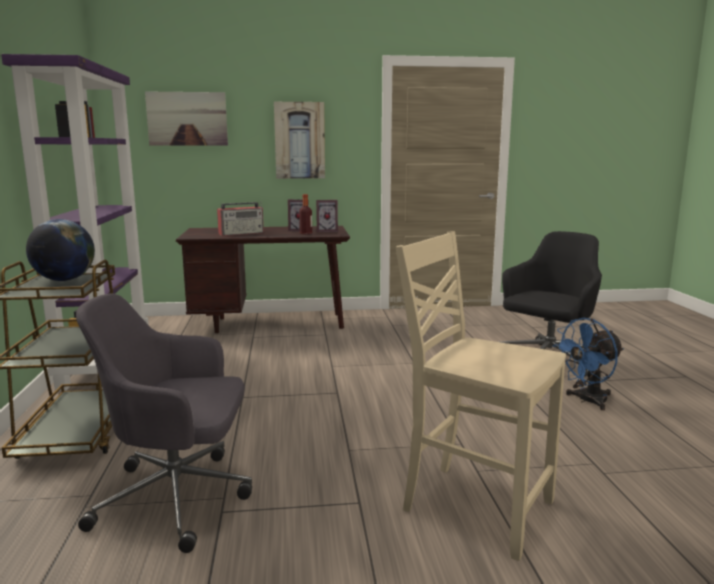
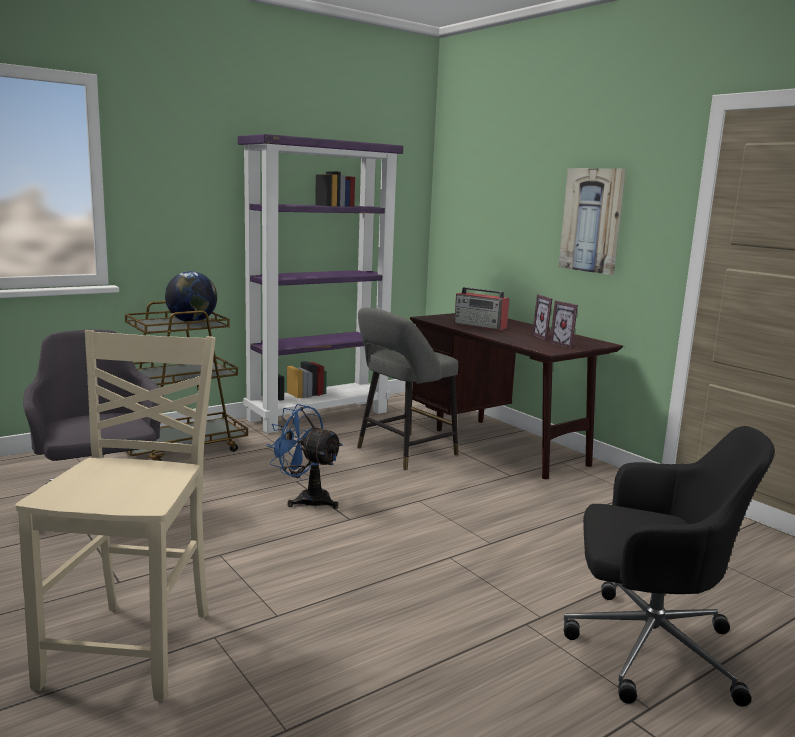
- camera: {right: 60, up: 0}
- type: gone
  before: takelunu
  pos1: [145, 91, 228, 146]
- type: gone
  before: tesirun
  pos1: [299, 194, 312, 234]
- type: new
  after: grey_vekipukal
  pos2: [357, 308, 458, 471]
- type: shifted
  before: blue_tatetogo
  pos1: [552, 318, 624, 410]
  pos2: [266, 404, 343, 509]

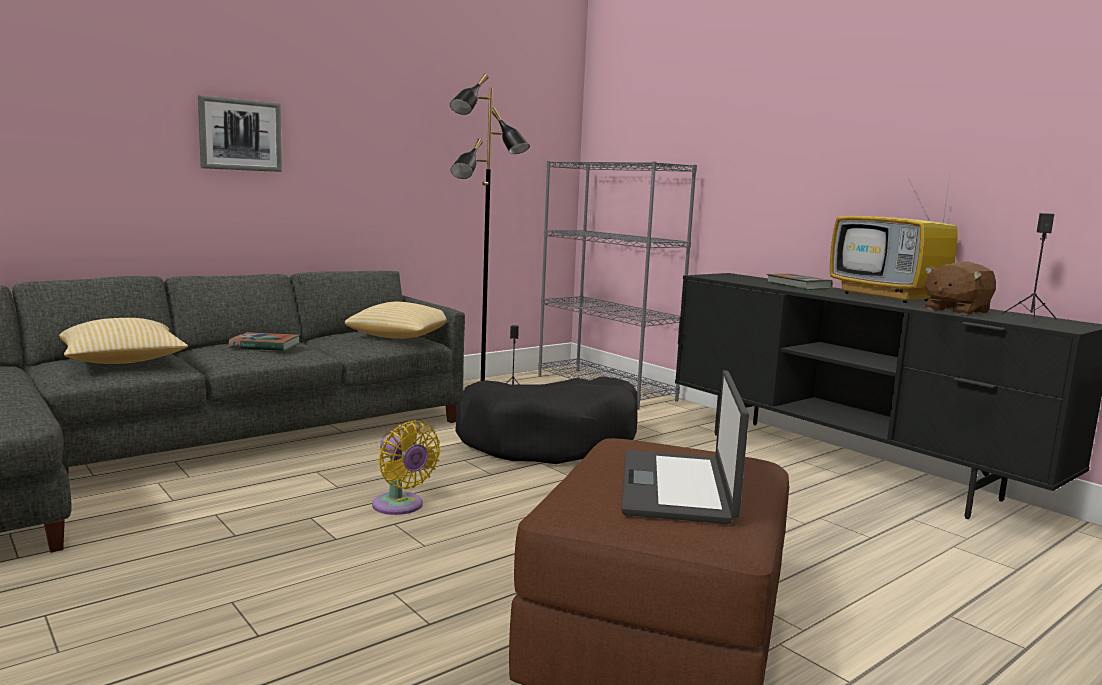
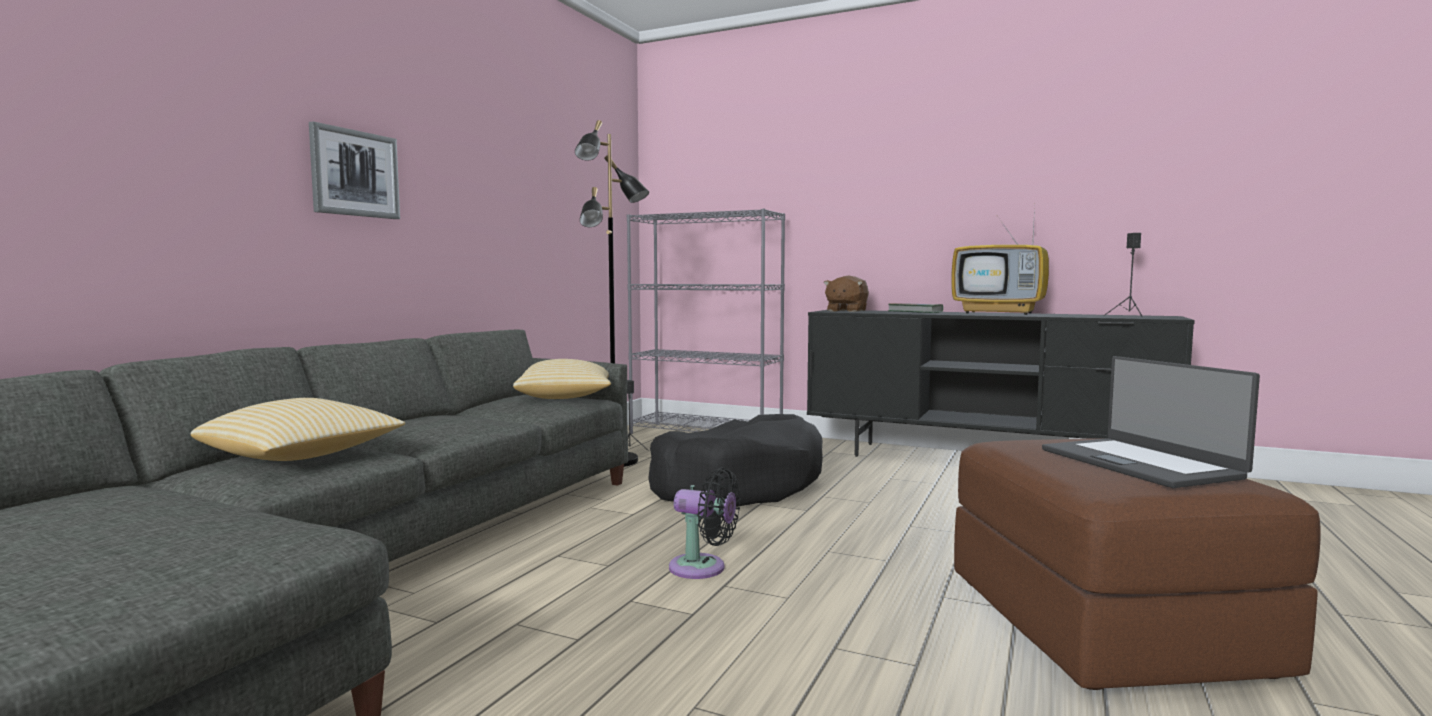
- camera: {right: -25, up: -5}
- type: gone
  before: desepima
  pos1: [229, 332, 300, 351]
- type: shifted
  before: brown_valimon
  pos1: [925, 261, 996, 315]
  pos2: [823, 275, 869, 312]
- type: repainted
  before: yellow_tatetogo
  after: black_tatetogo
  pos1: [372, 421, 441, 515]
  pos2: [669, 467, 740, 579]

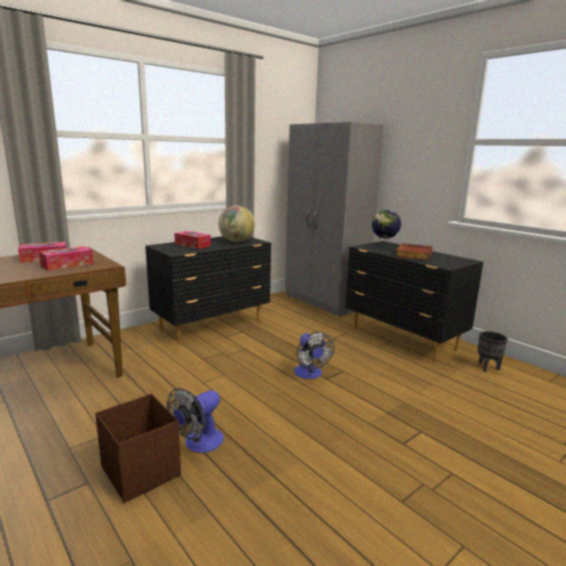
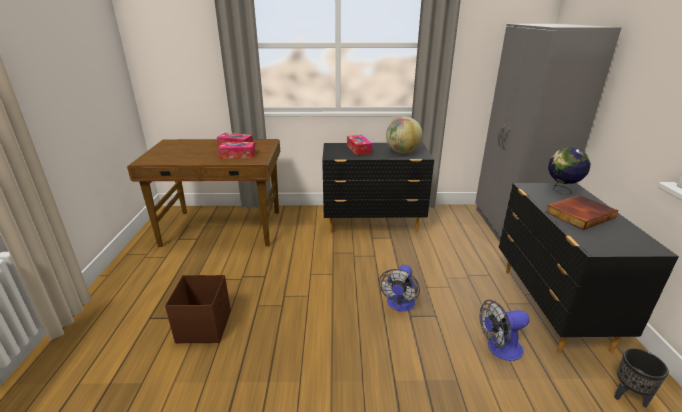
- camera: {right: 40, up: 10}
- type: shifted
  before: tatetogo
  pos1: [167, 388, 224, 453]
  pos2: [479, 300, 530, 361]

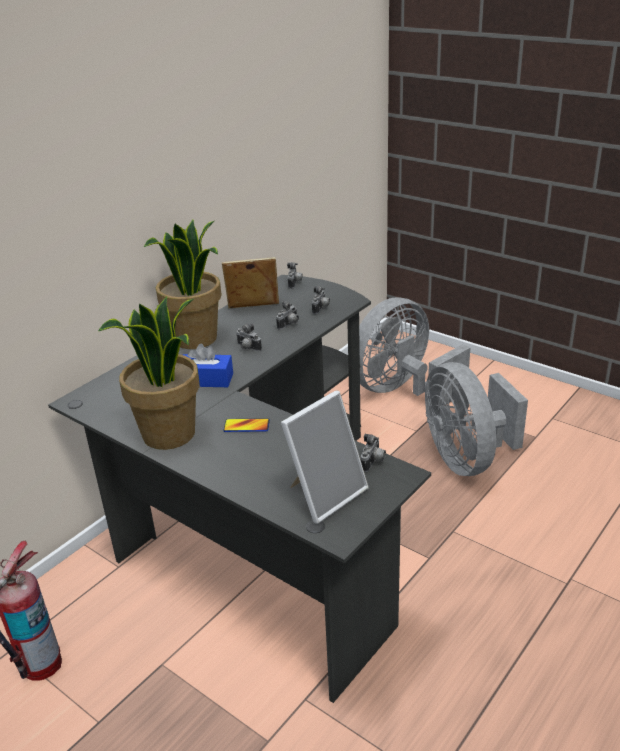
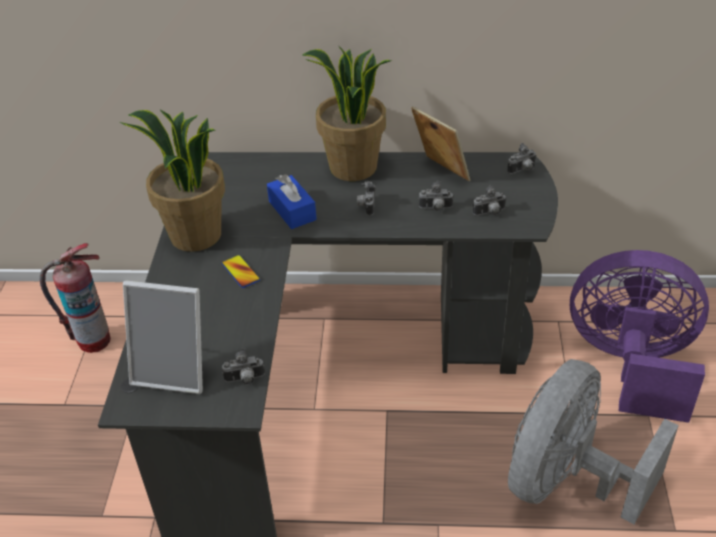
- camera: {right: 55, up: 10}
- type: repainted
  before: grey_tatetogo
  after: purple_tatetogo
  pos1: [359, 297, 470, 406]
  pos2: [570, 250, 709, 423]

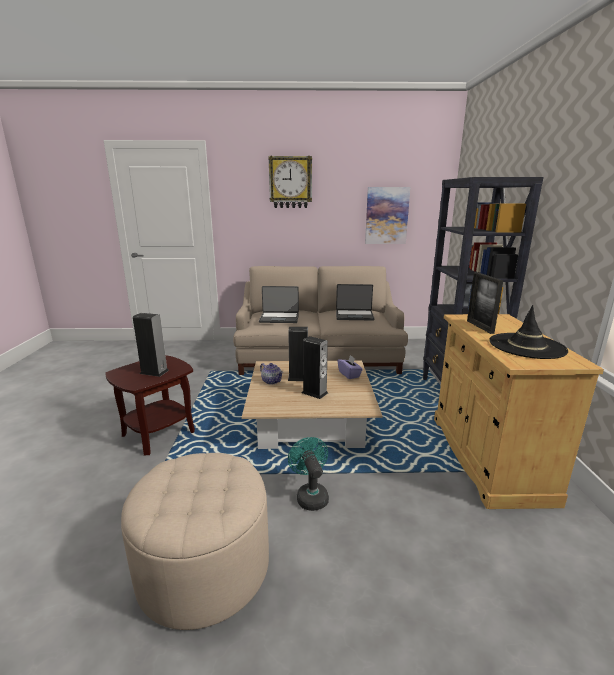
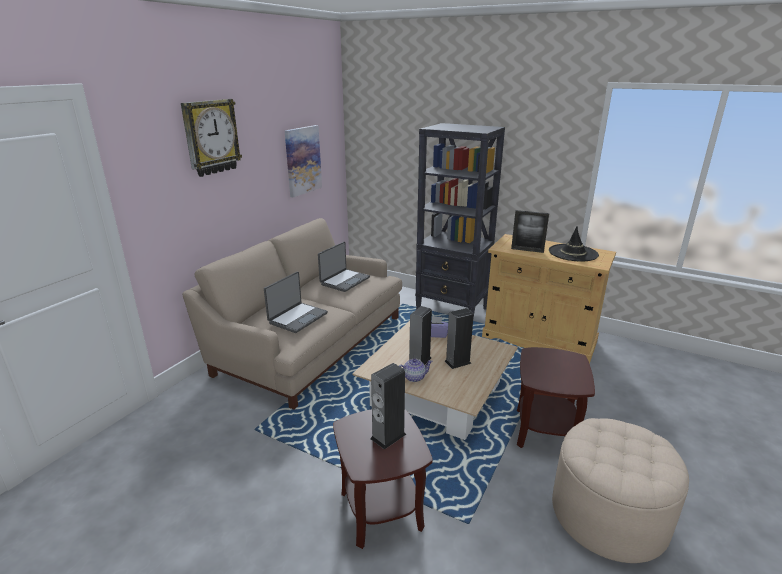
- camera: {right: -60, up: 5}
- type: swapped
  before: turquoise_tatetogo
  after: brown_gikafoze
  pos1: [288, 437, 329, 511]
  pos2: [517, 347, 595, 448]

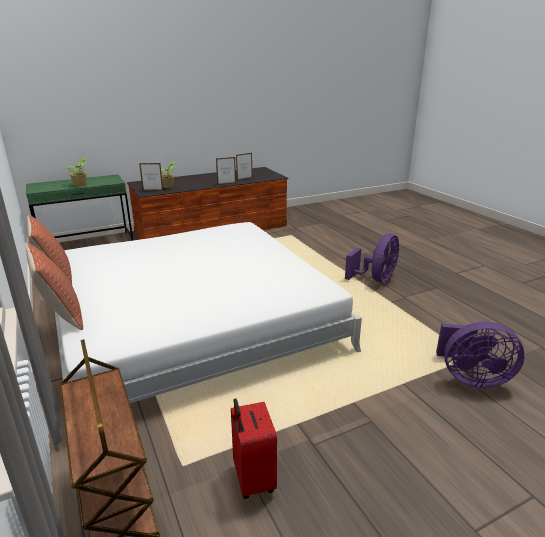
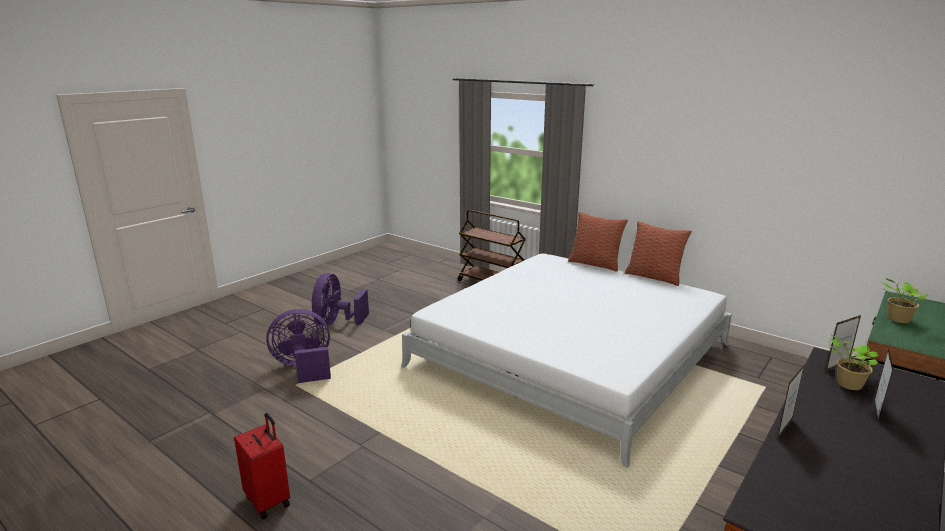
- camera: {right: 155, up: -5}
- type: shifted
  before: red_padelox
  pos1: [231, 398, 277, 499]
  pos2: [234, 413, 290, 519]
- type: shifted
  before: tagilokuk
  pos1: [236, 153, 252, 181]
  pos2: [874, 349, 893, 421]
- type: shifted
  before: purple_tatetogo
  pos1: [345, 233, 399, 283]
  pos2: [312, 273, 369, 326]

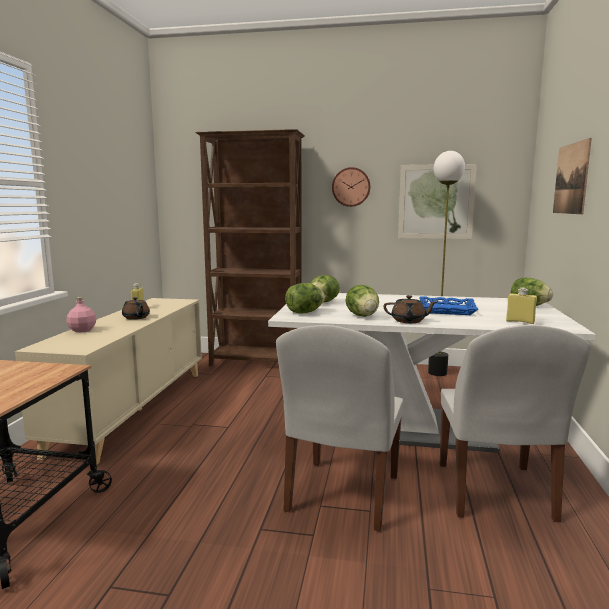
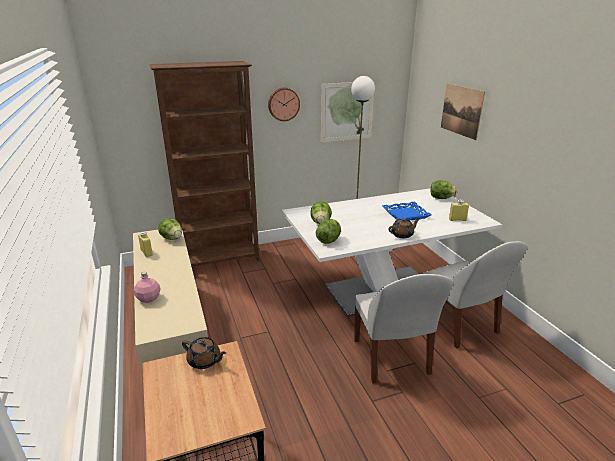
- camera: {right: -30, up: 15}
- type: shifted
  before: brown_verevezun
  pos1: [122, 297, 150, 320]
  pos2: [182, 337, 226, 369]
- type: shifted
  before: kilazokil
  pos1: [345, 285, 379, 317]
  pos2: [158, 218, 182, 240]

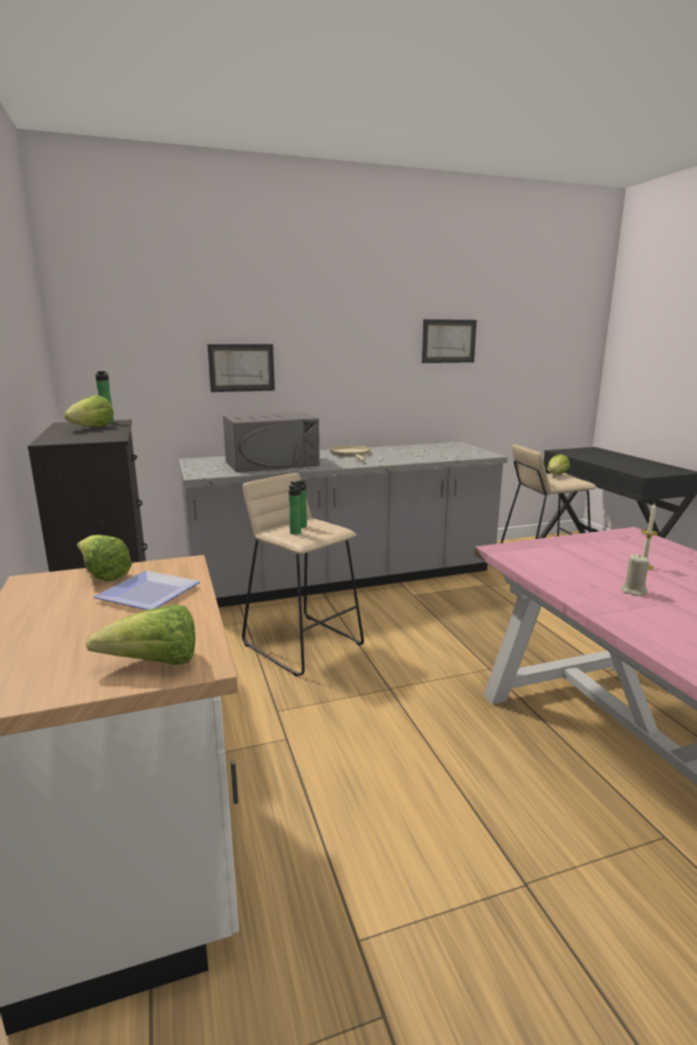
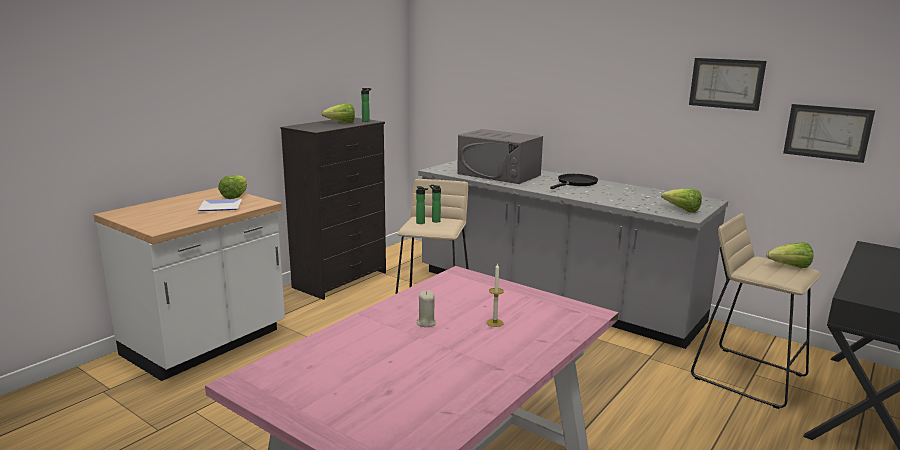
- camera: {right: 55, up: 0}
- type: shifted
  before: kilazokil
  pos1: [86, 605, 195, 665]
  pos2: [661, 189, 702, 213]
- type: shifted
  before: takelunu
  pos1: [207, 344, 275, 392]
  pos2: [783, 104, 875, 163]
- type: repainted
  before: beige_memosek
  after: black_memosek
  pos1: [329, 445, 370, 461]
  pos2: [550, 174, 598, 189]

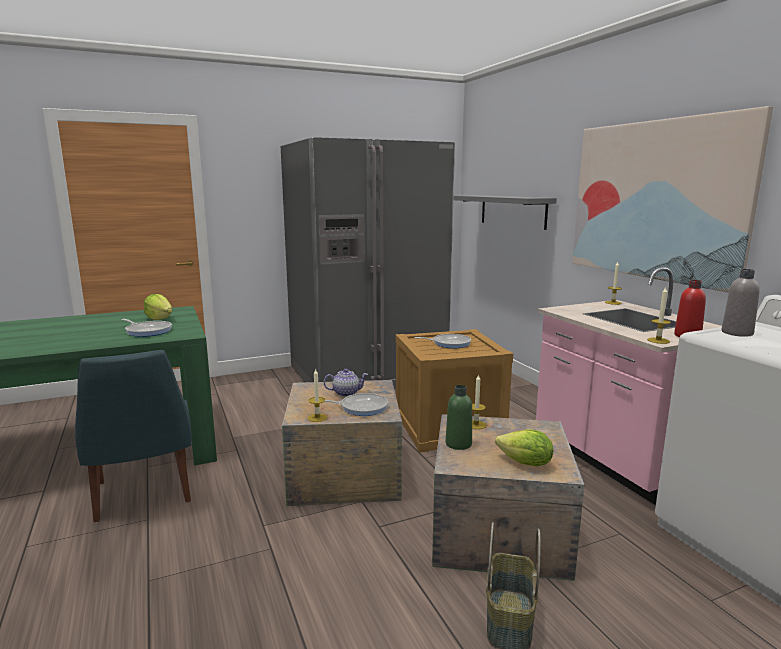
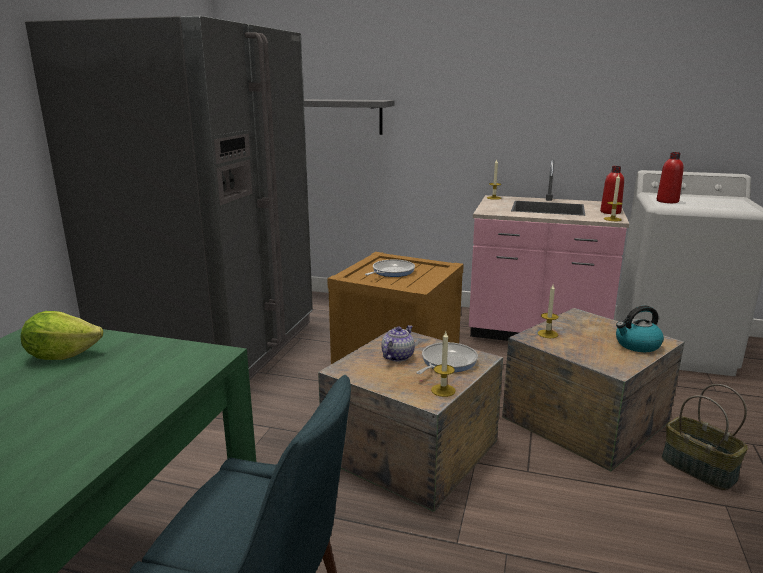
- camera: {right: -50, up: 5}
- type: gone
  before: memosek
  pos1: [121, 319, 172, 337]
- type: gone
  before: green_tesirun
  pos1: [446, 385, 472, 450]
- type: gone
  before: takelunu
  pos1: [572, 106, 773, 293]
- type: swapped
  before: kilazokil
  after: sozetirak
  pos1: [495, 429, 553, 466]
  pos2: [616, 305, 664, 352]
- type: repainted
  before: grey_tesirun
  after: red_tesirun
  pos1: [722, 269, 760, 337]
  pos2: [657, 152, 684, 203]

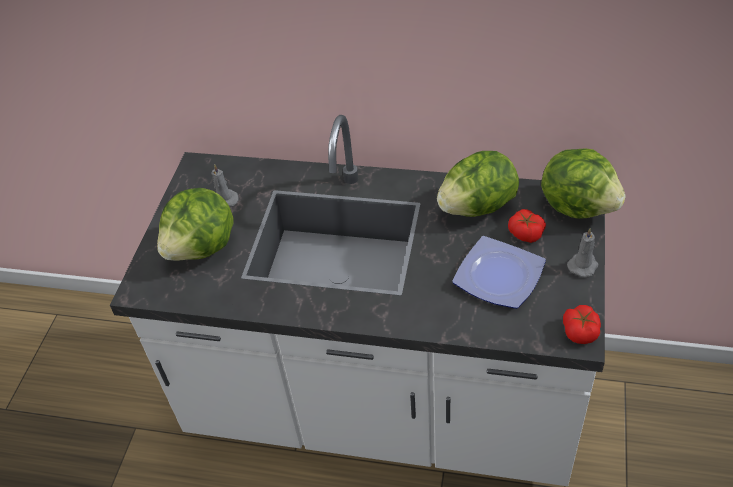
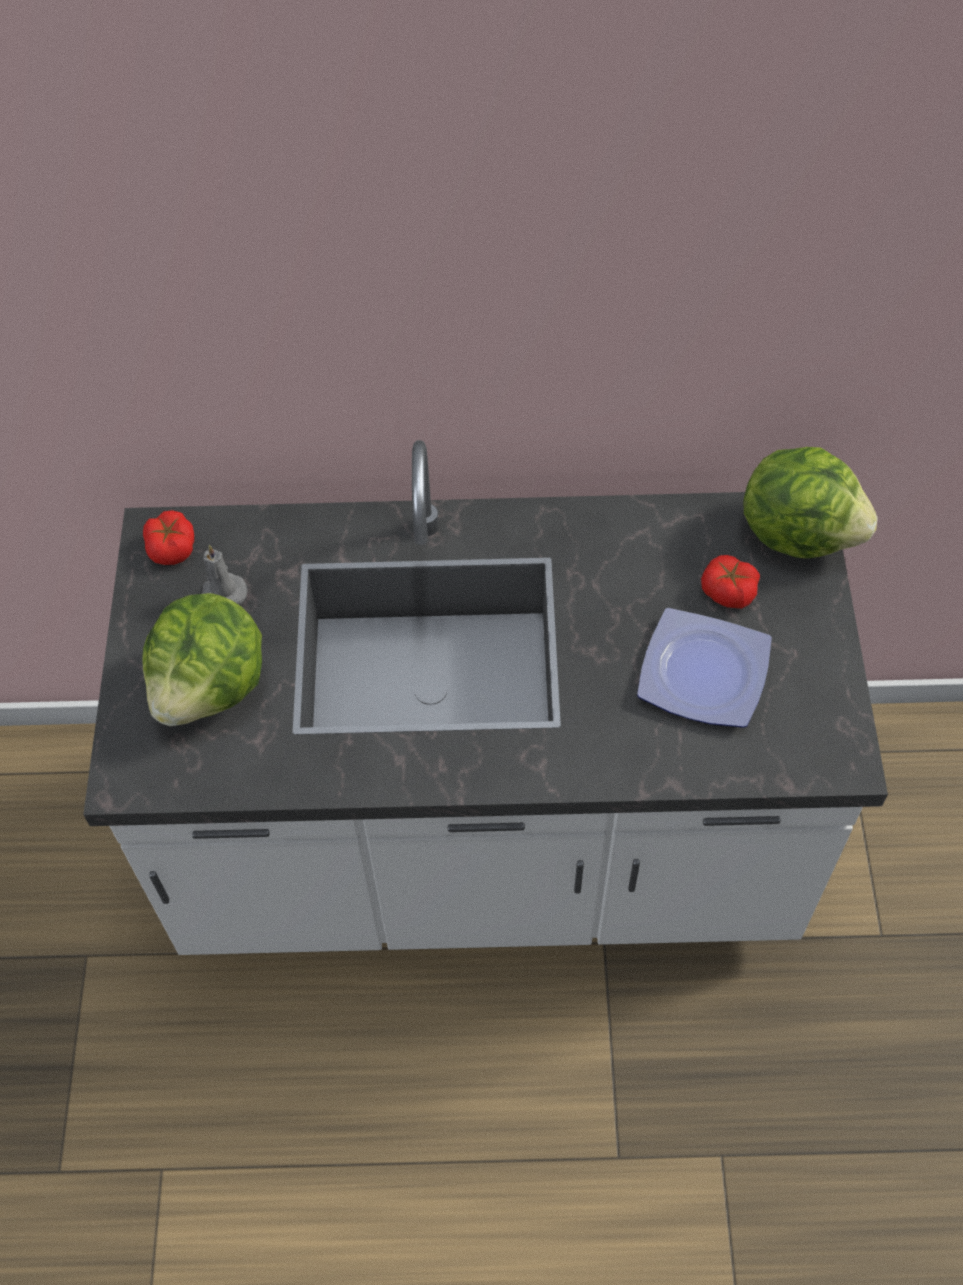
- camera: {right: -15, up: 10}
- type: gone
  before: kilazokil
  pos1: [437, 151, 519, 217]
- type: gone
  before: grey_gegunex
  pos1: [567, 228, 598, 277]
- type: shifted
  before: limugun
  pos1: [563, 305, 601, 344]
  pos2: [143, 510, 194, 565]

